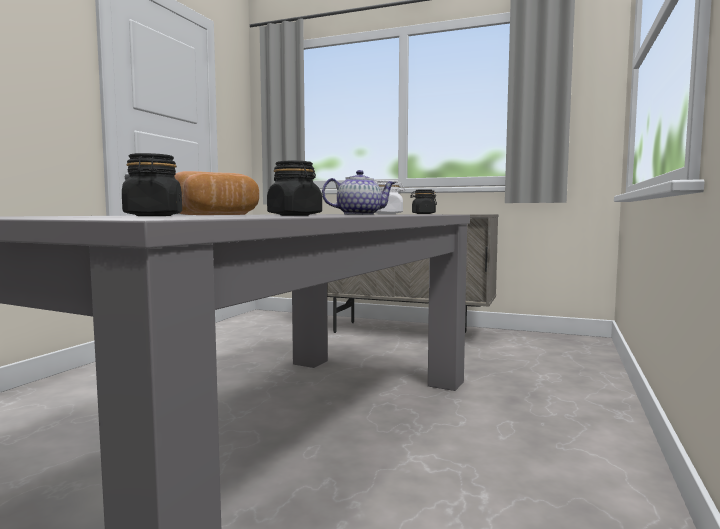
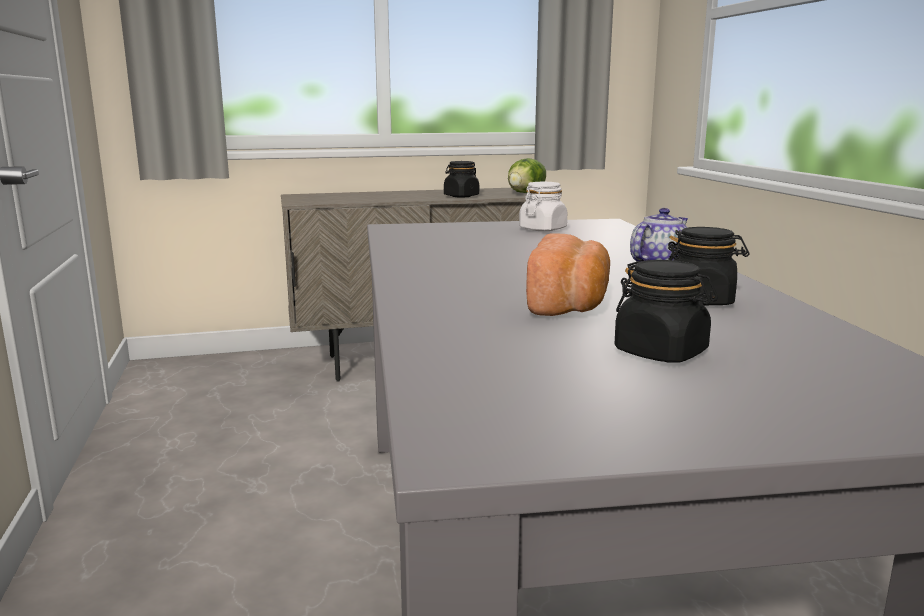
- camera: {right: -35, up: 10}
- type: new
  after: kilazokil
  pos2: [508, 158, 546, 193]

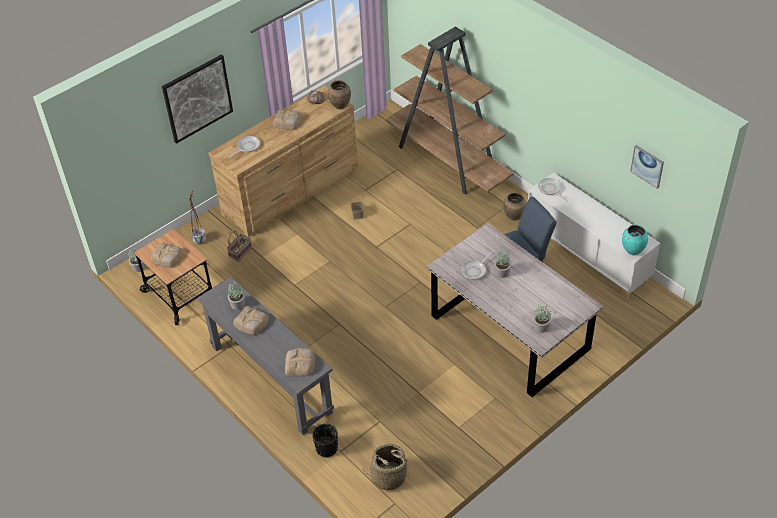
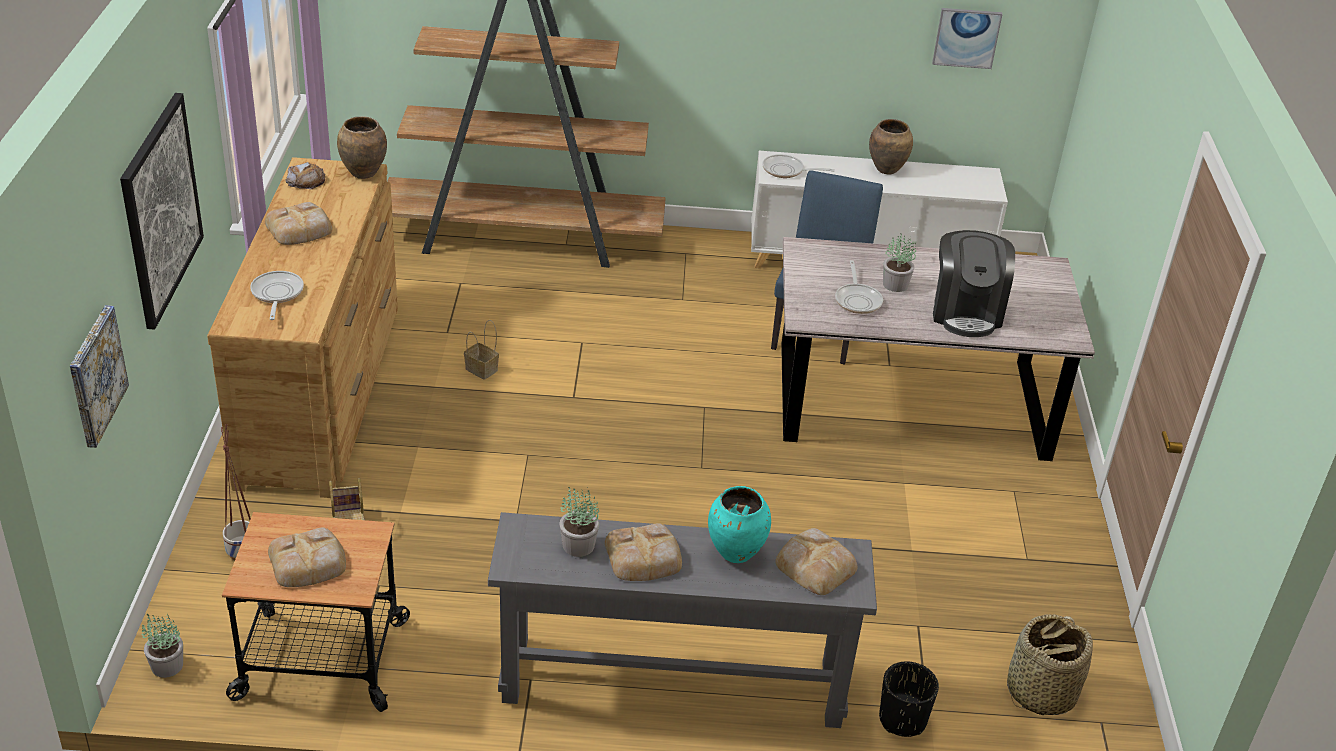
- camera: {right: -50, up: -10}
- type: gone
  before: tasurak
  pos1: [533, 305, 551, 333]
- type: new
  after: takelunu
  pos2: [70, 305, 129, 448]
- type: new
  after: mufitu
  pos2: [933, 230, 1015, 337]
- type: shifted
  before: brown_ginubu
  pos1: [503, 193, 527, 221]
  pos2: [869, 119, 913, 174]
- type: shifted
  before: turquoise_ginubu
  pos1: [622, 224, 648, 255]
  pos2: [708, 486, 771, 563]

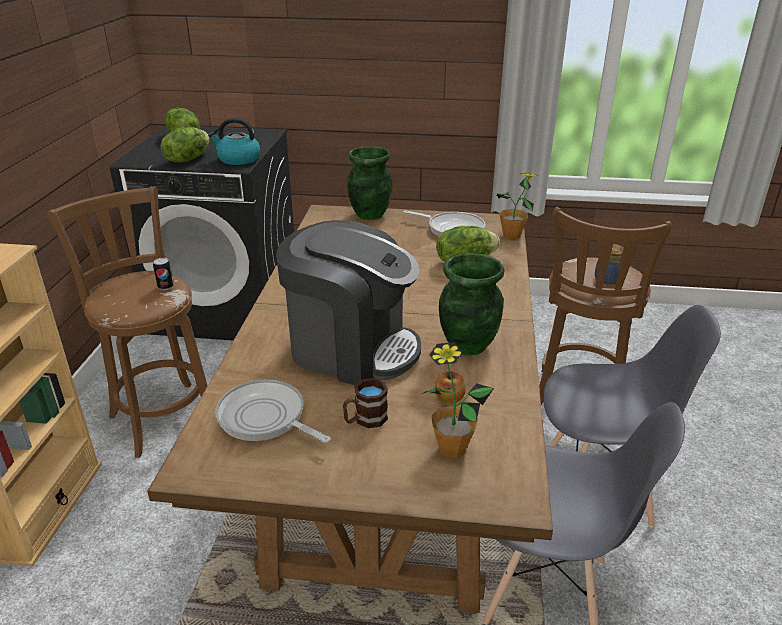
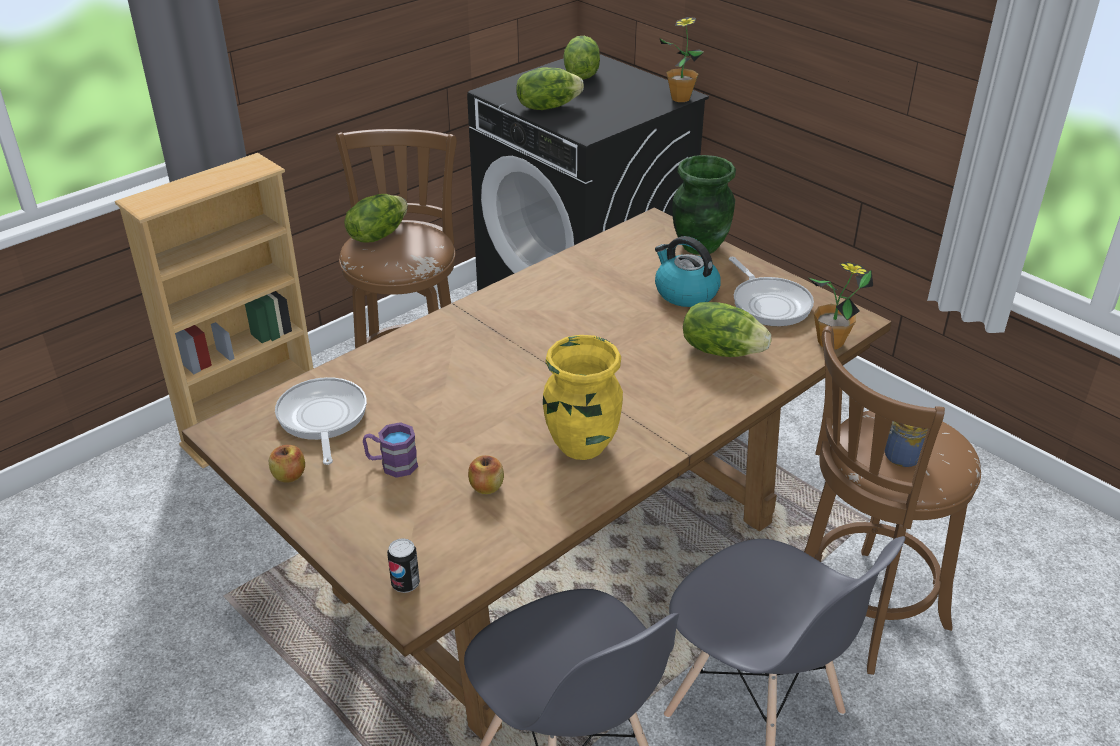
- camera: {right: 40, up: 5}
- type: gone
  before: mufitu
  pos1: [276, 220, 421, 385]
- type: new
  after: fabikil
  pos2: [269, 445, 305, 482]
- type: new
  after: kilazokil
  pos2: [344, 194, 408, 243]
- type: shifted
  before: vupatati
  pos1: [153, 258, 174, 290]
  pos2: [387, 538, 420, 593]
- type: shifted
  before: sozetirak
  pos1: [208, 118, 260, 165]
  pos2: [655, 236, 721, 307]
- type: shifted
  before: tasurak
  pos1: [422, 342, 494, 458]
  pos2: [660, 17, 704, 102]
- type: repainted
  before: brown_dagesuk
  after: purple_dagesuk
  pos1: [343, 378, 388, 428]
  pos2: [363, 422, 418, 478]
- type: repainted
  before: green_ginubu
  after: yellow_ginubu
  pos1: [439, 253, 504, 355]
  pos2: [543, 335, 623, 460]

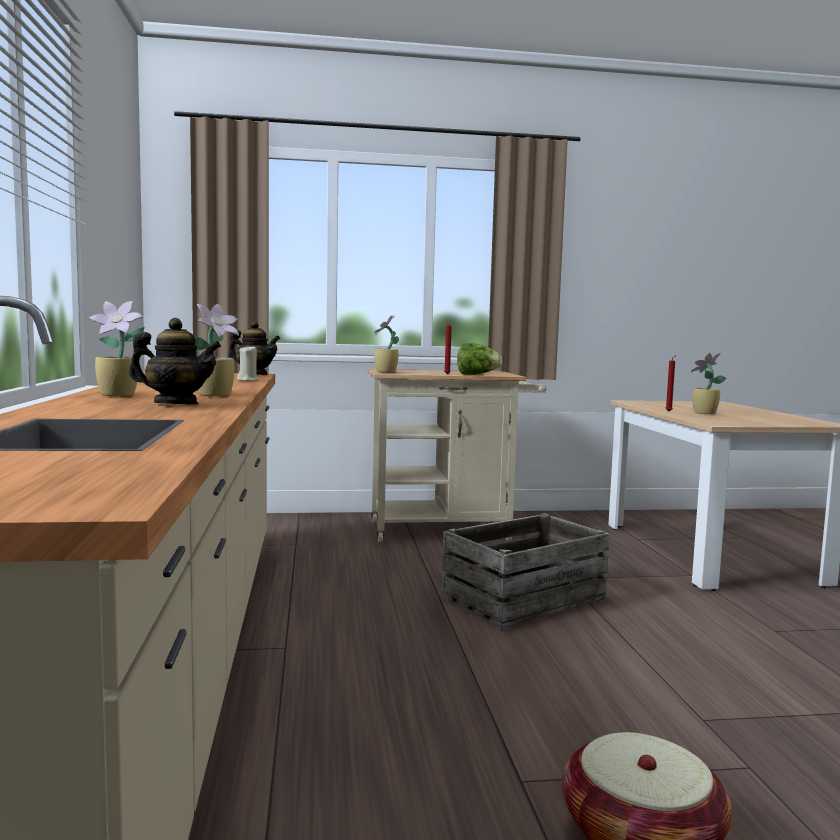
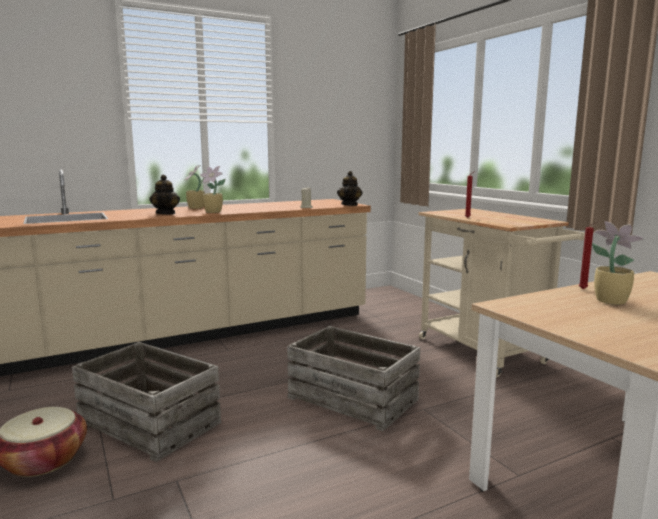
- camera: {right: 70, up: 5}
- type: gone
  before: tasurak
  pos1: [373, 315, 399, 373]
- type: gone
  before: kilazokil
  pos1: [457, 343, 502, 375]
- type: new
  after: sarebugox
  pos2: [72, 342, 221, 462]

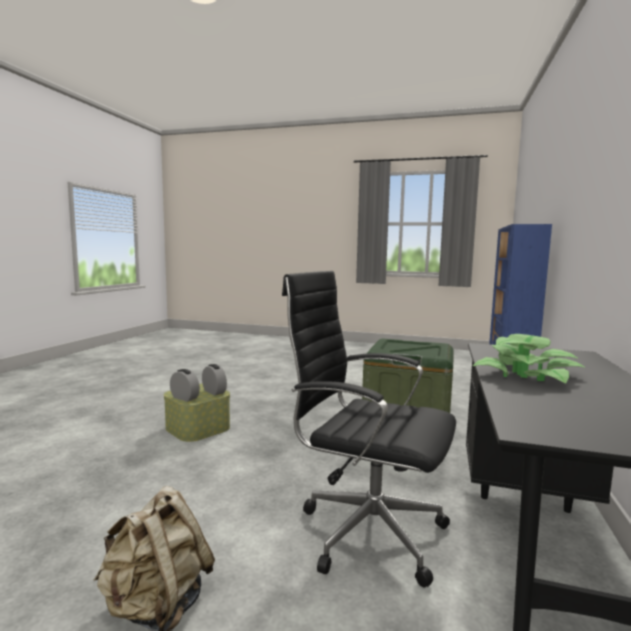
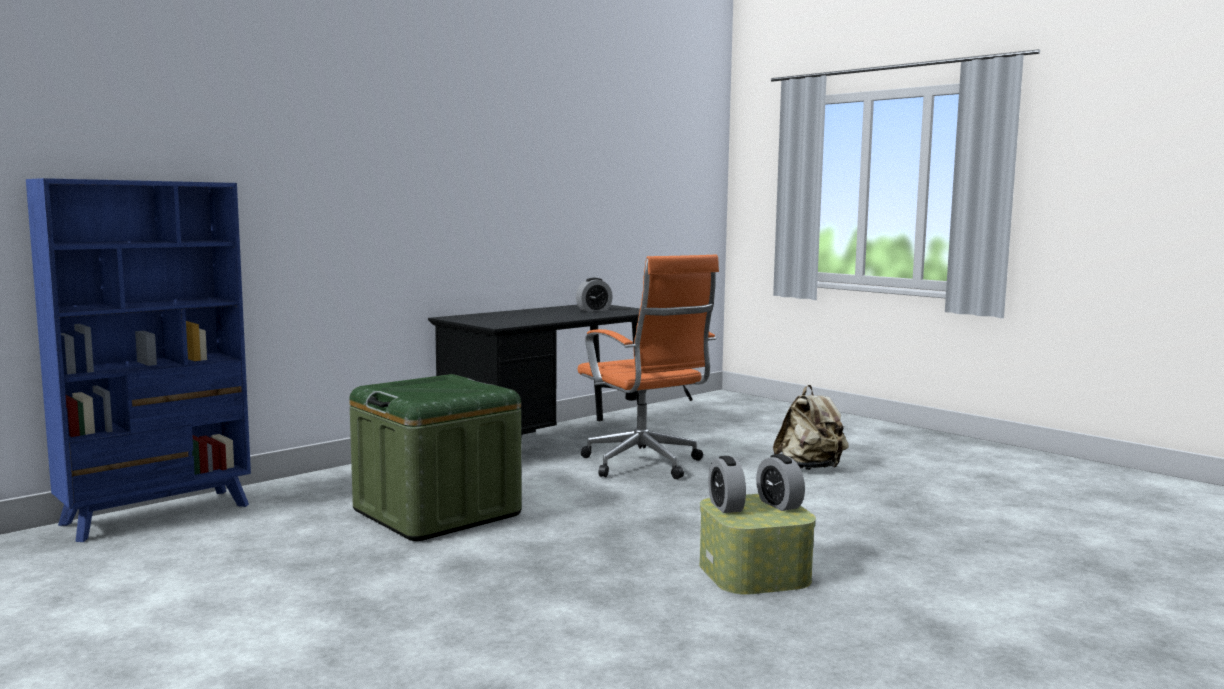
- camera: {right: -150, up: 0}
- type: gone
  before: tasurak
  pos1: [473, 334, 586, 383]
- type: new
  after: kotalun
  pos2: [576, 278, 613, 312]
- type: repainted
  before: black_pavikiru
  after: orange_pavikiru
  pos1: [282, 271, 456, 587]
  pos2: [578, 255, 719, 479]

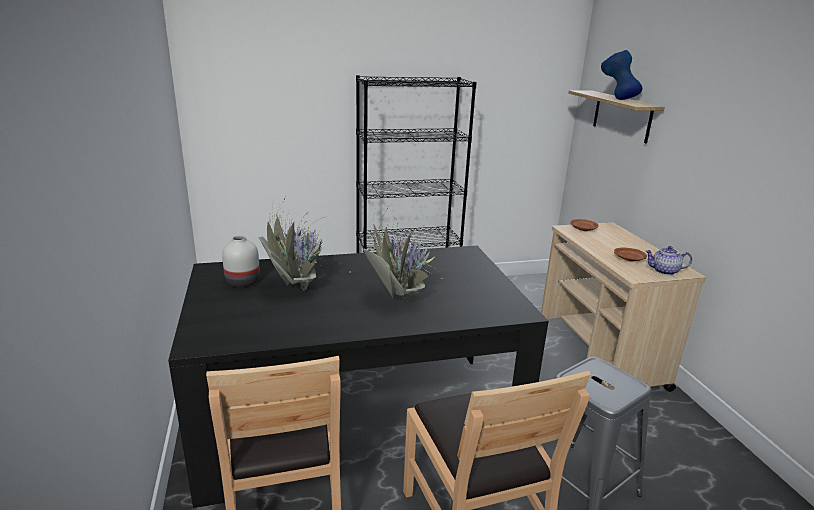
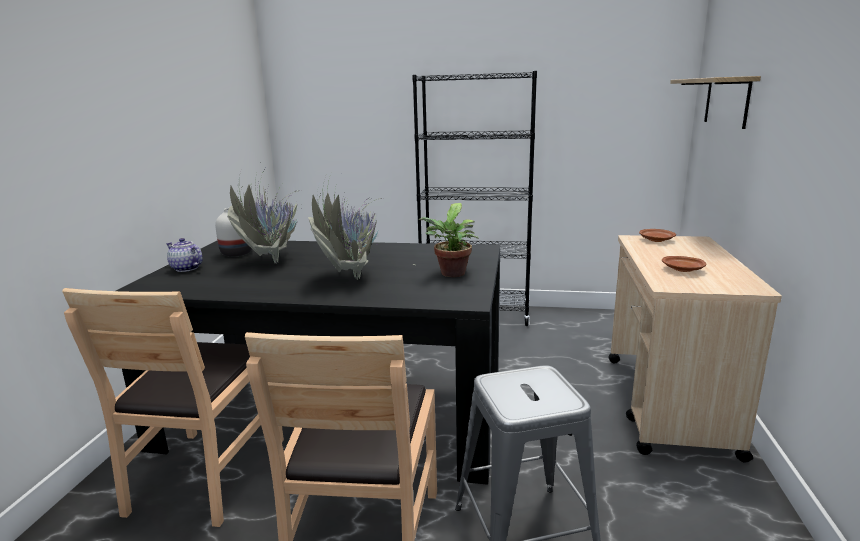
- camera: {right: 25, up: -5}
- type: gone
  before: blue_ginubu
  pos1: [601, 50, 643, 100]
- type: new
  after: tasurak
  pos2: [419, 203, 479, 277]
- type: shifted
  before: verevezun
  pos1: [645, 246, 692, 275]
  pos2: [166, 238, 203, 272]

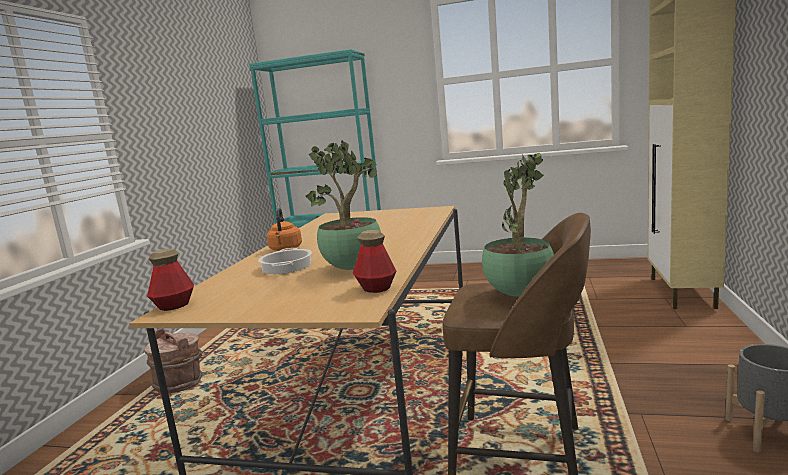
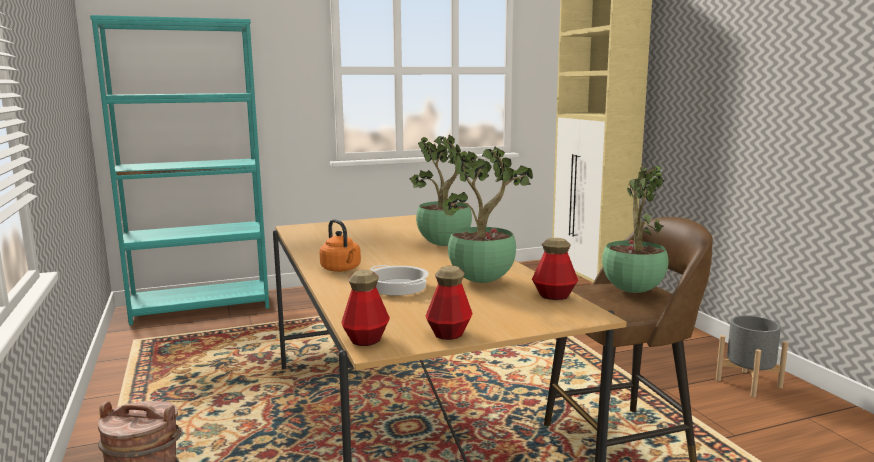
- camera: {right: -35, up: 0}
- type: new
  after: tasurak
  pos2: [409, 135, 477, 246]
- type: new
  after: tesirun
  pos2: [426, 266, 473, 340]

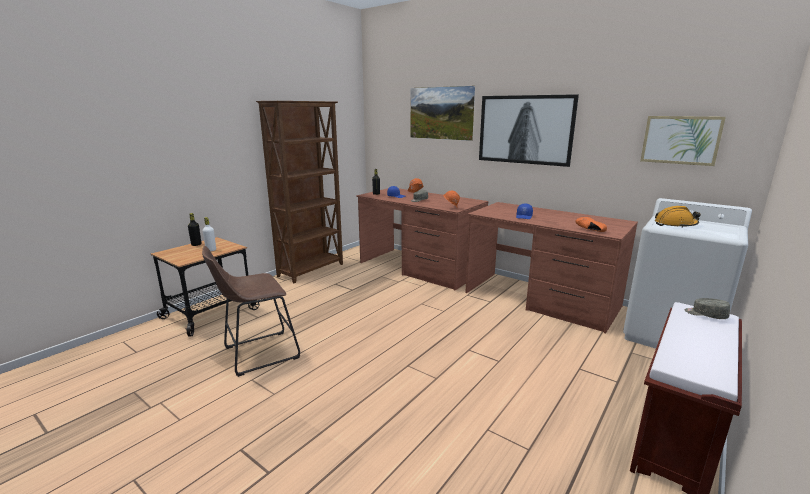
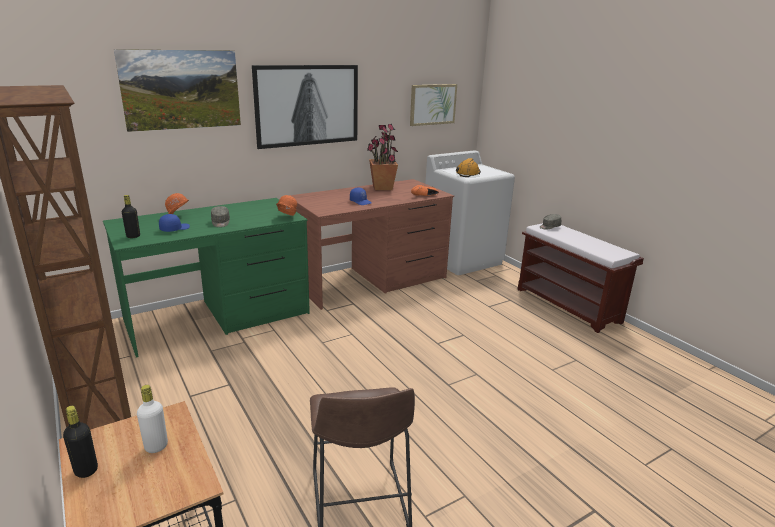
- camera: {right: -70, up: 5}
- type: new
  after: tasurak
  pos2: [367, 124, 398, 190]
- type: repainted
  before: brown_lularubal
  after: green_lularubal
  pos1: [356, 188, 488, 290]
  pos2: [103, 198, 310, 358]

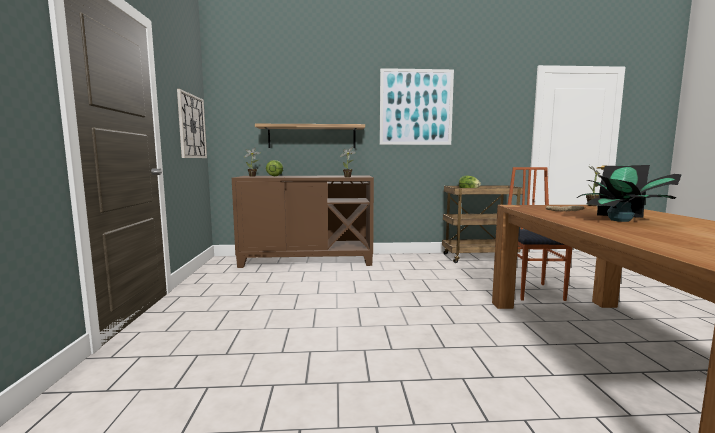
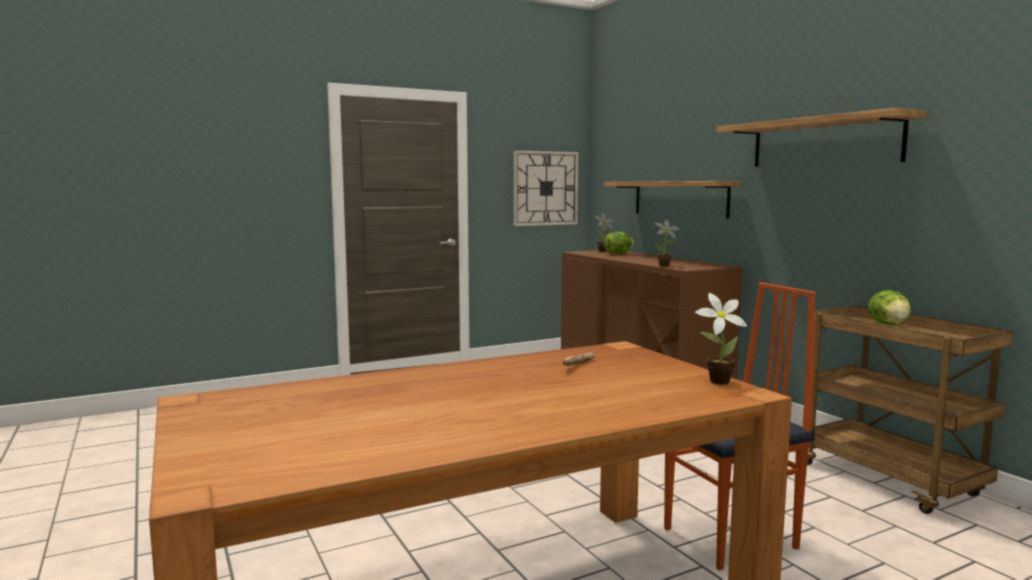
- camera: {right: 65, up: 0}
- type: gone
  before: tasurak
  pos1: [577, 165, 682, 222]
- type: swapped
  before: takelunu
  after: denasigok
  pos1: [380, 68, 454, 145]
  pos2: [716, 108, 927, 167]

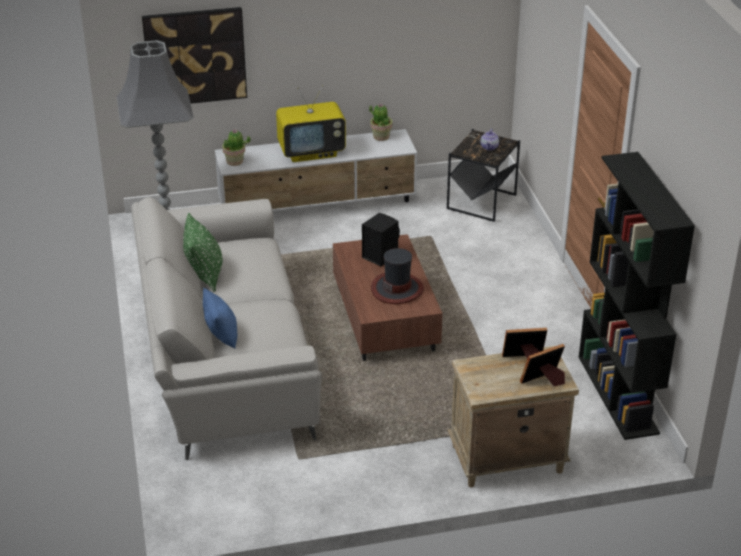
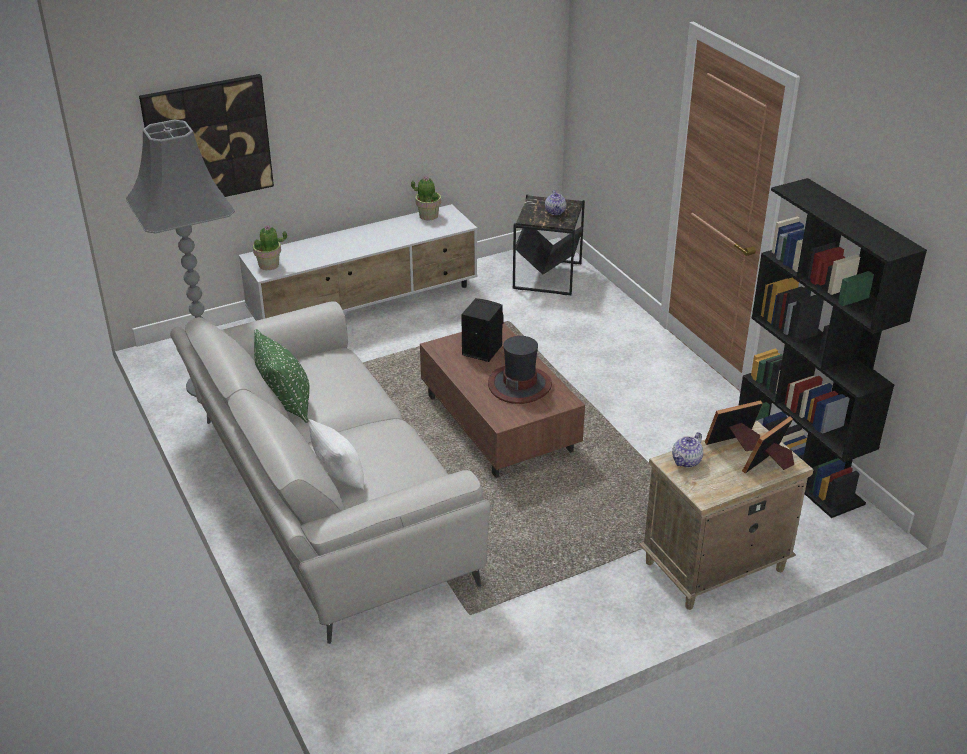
- camera: {right: -15, up: 0}
- type: gone
  before: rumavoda
  pos1: [276, 85, 346, 162]
- type: new
  after: verevezun
  pos2: [672, 432, 703, 468]
- type: repainted
  before: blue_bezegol
  after: white_bezegol
  pos1: [203, 288, 237, 348]
  pos2: [308, 419, 364, 490]

